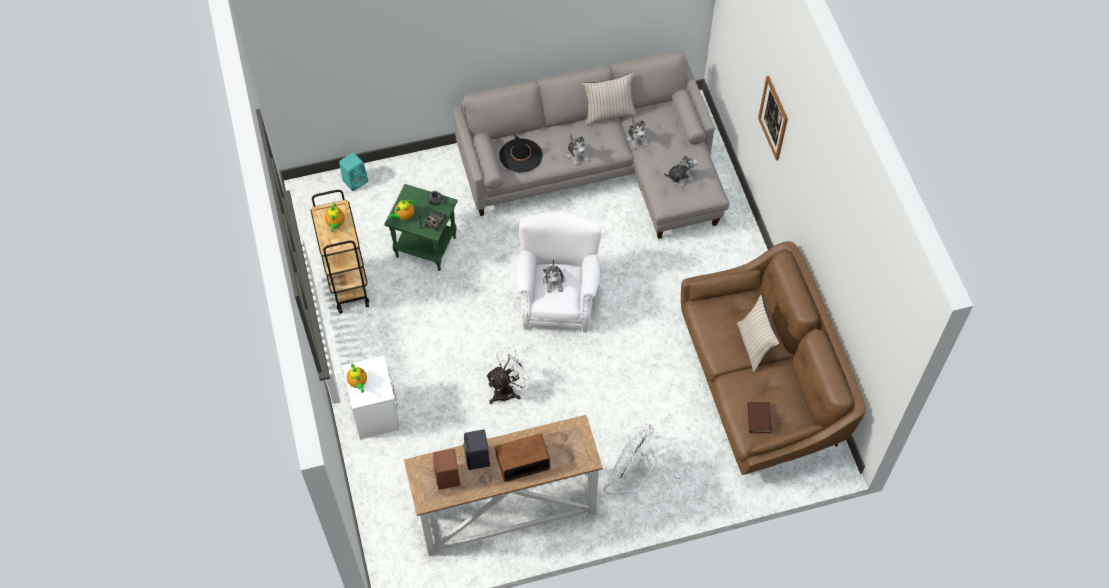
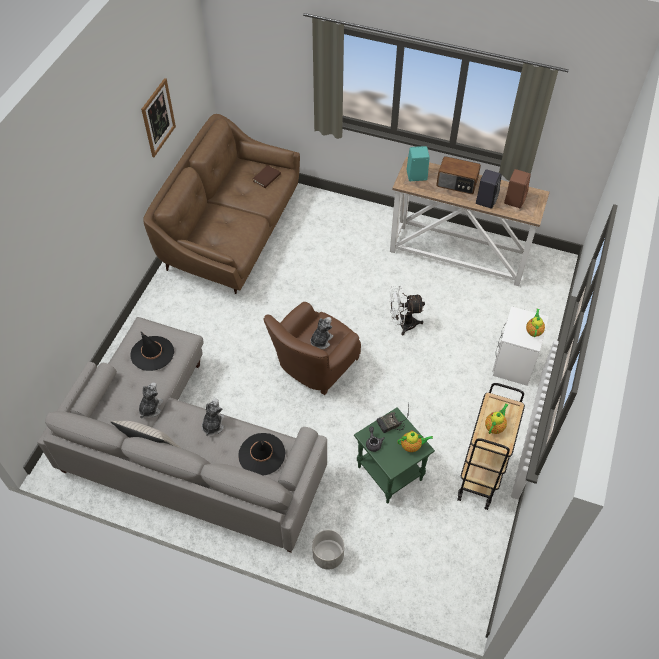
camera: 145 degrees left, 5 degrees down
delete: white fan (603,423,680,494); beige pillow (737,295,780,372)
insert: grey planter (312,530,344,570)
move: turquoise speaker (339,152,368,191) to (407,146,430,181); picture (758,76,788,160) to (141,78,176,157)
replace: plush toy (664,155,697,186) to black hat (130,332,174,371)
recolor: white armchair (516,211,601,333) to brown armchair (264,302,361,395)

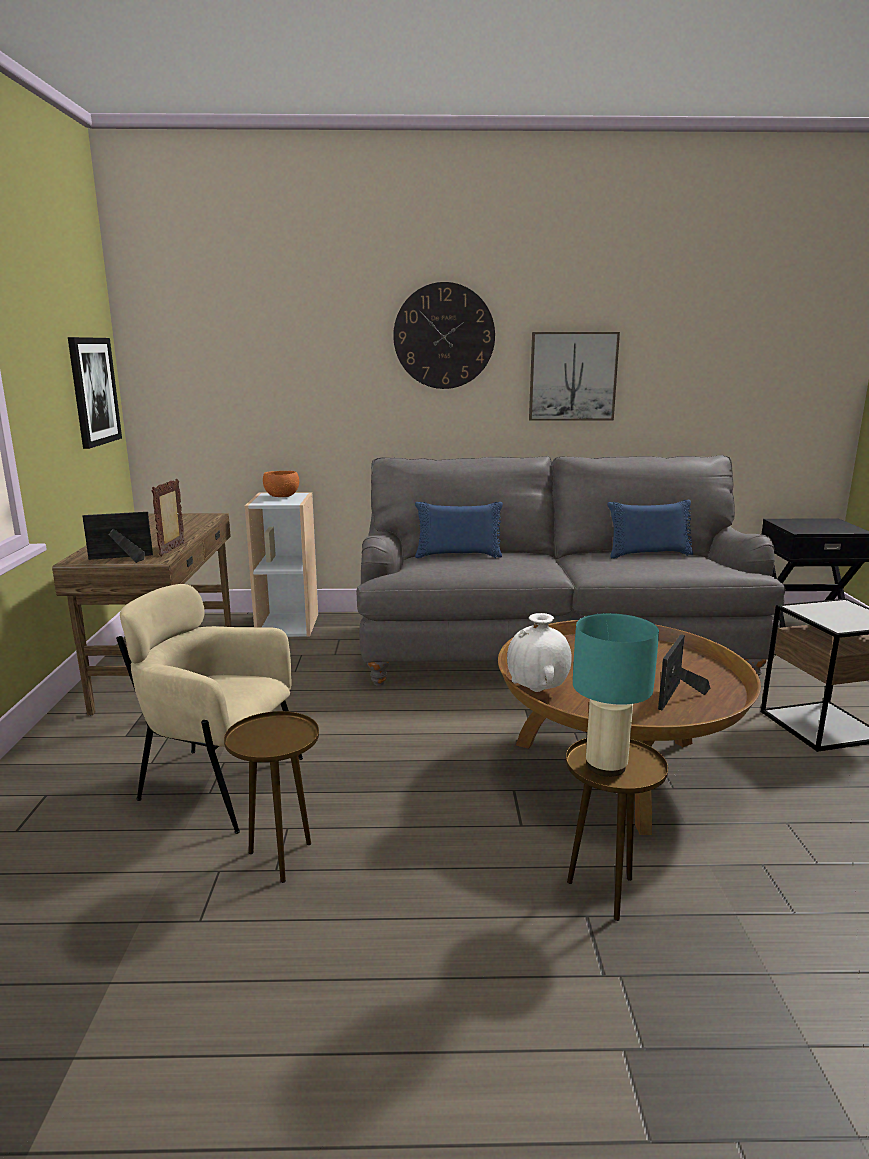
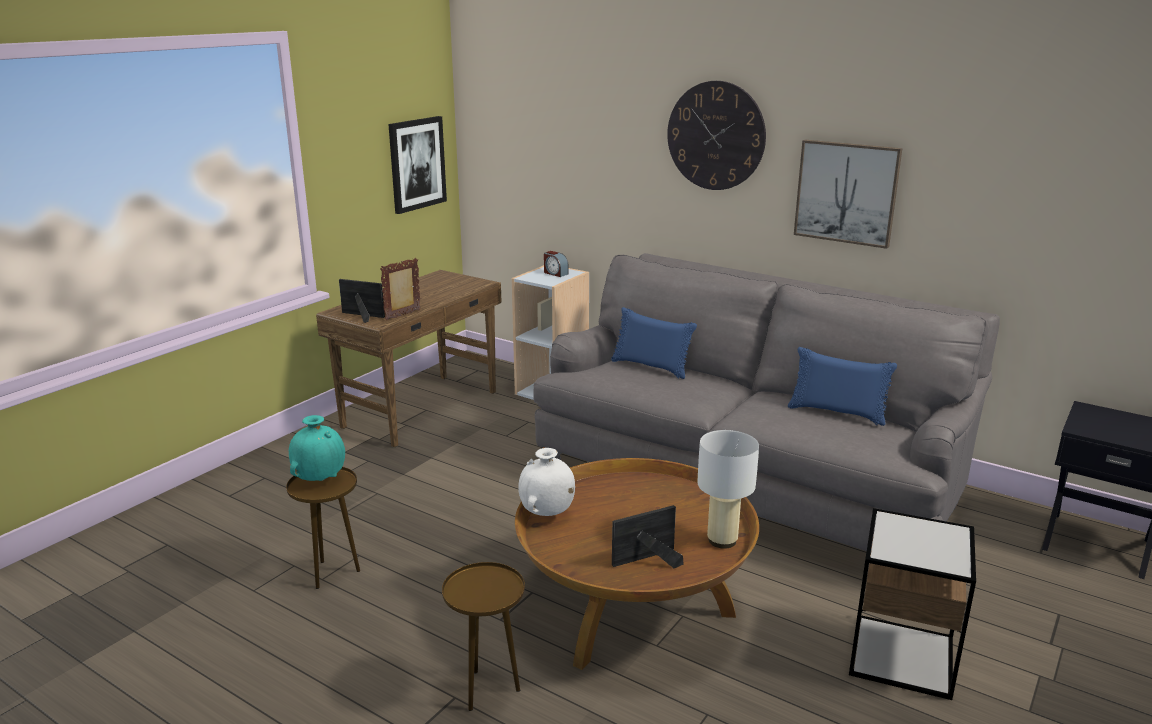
camera: 35 degrees right, 5 degrees up
delete: beige armchair (116,584,303,834); turquoise table lamp (573,613,659,777)
insert: turquoise vase (289,415,345,481); white table lamp (698,430,759,549)
replace: orange bowl (263,471,299,497) to alarm clock (544,251,569,277)

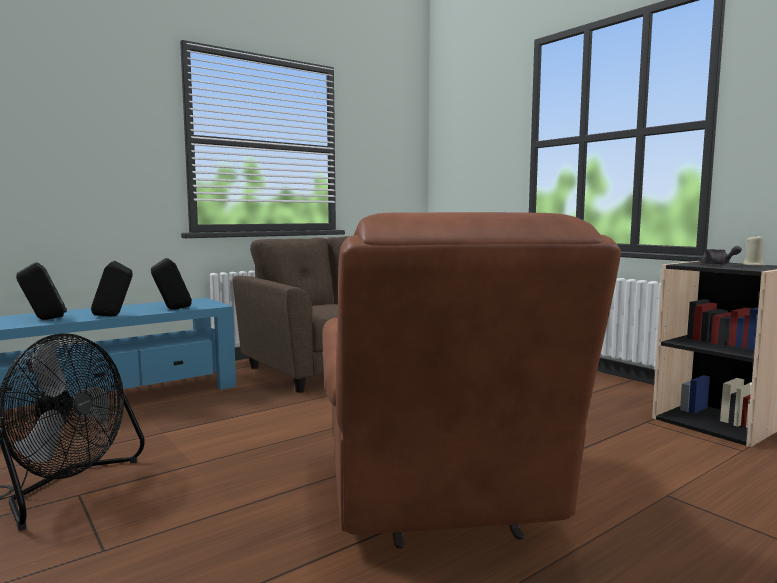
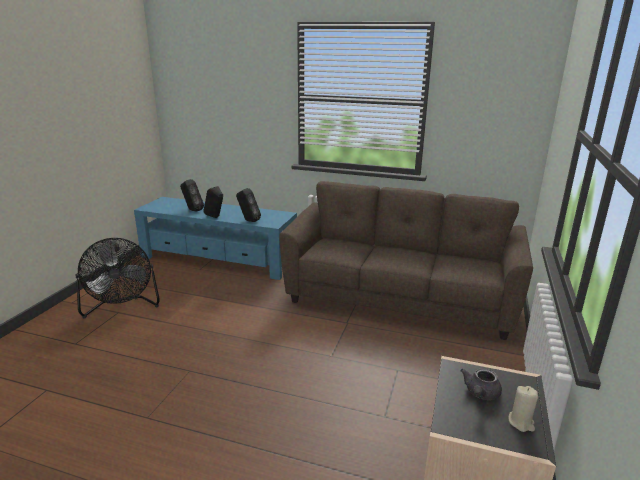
camera: 55 degrees right, 15 degrees up
delete: brown armchair (322,212,621,549)

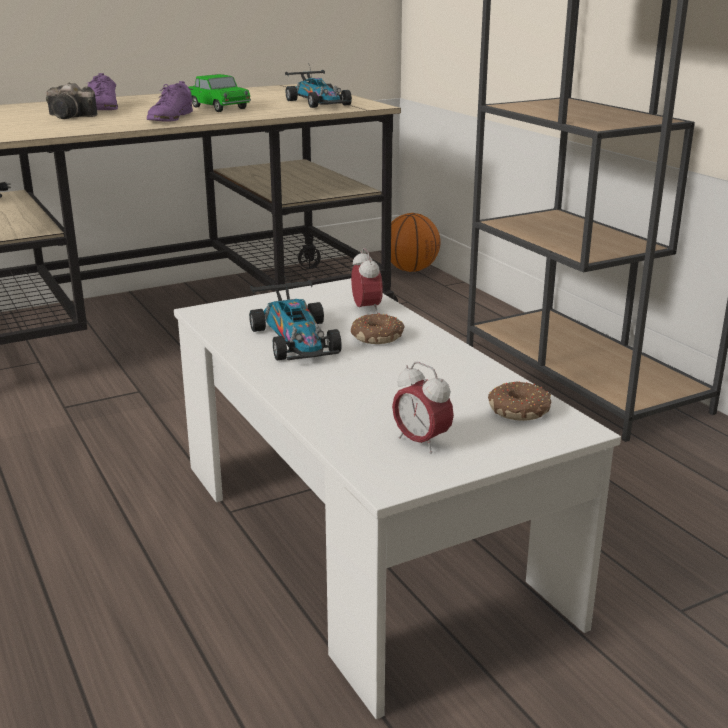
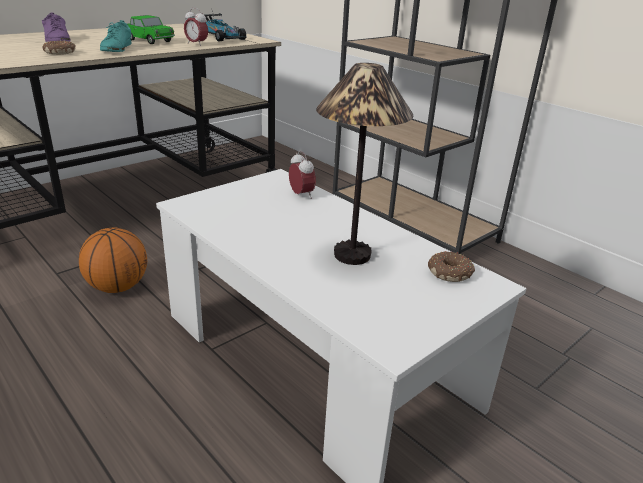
camera: 15 degrees left, 5 degrees up
delete: photo camera (46,83,98,119); toy car (249,276,342,360)
insert: table lamp (316,63,414,265)
move: donut (351,313,405,344) to (42,40,75,55); basketball (391,213,441,272) to (79,227,147,293); alarm clock (392,362,454,454) to (184,8,208,46)
recolor: purple shoe (147,81,193,122) to turquoise shoe (100,20,132,52)

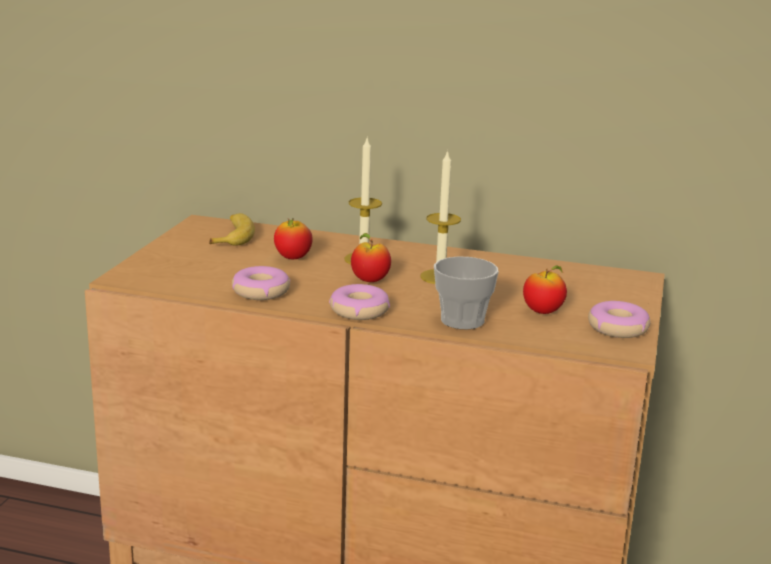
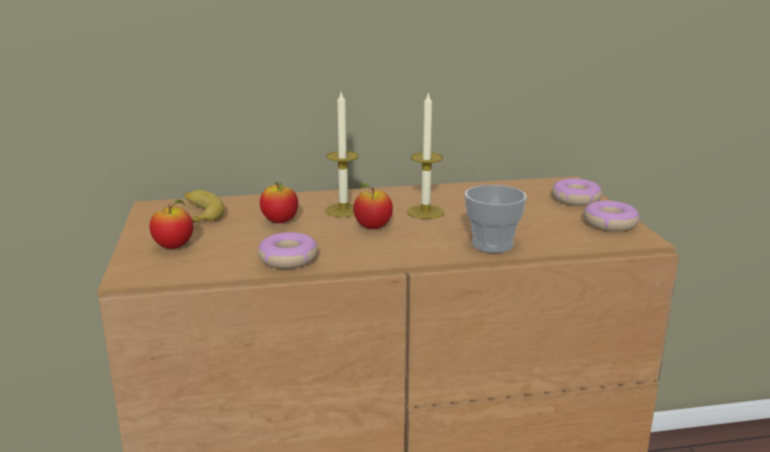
camera: 25 degrees left, 0 degrees up
move: donut (329,284,390,320) to (552,178,602,206); apple (523,265,567,314) to (150,200,194,249)

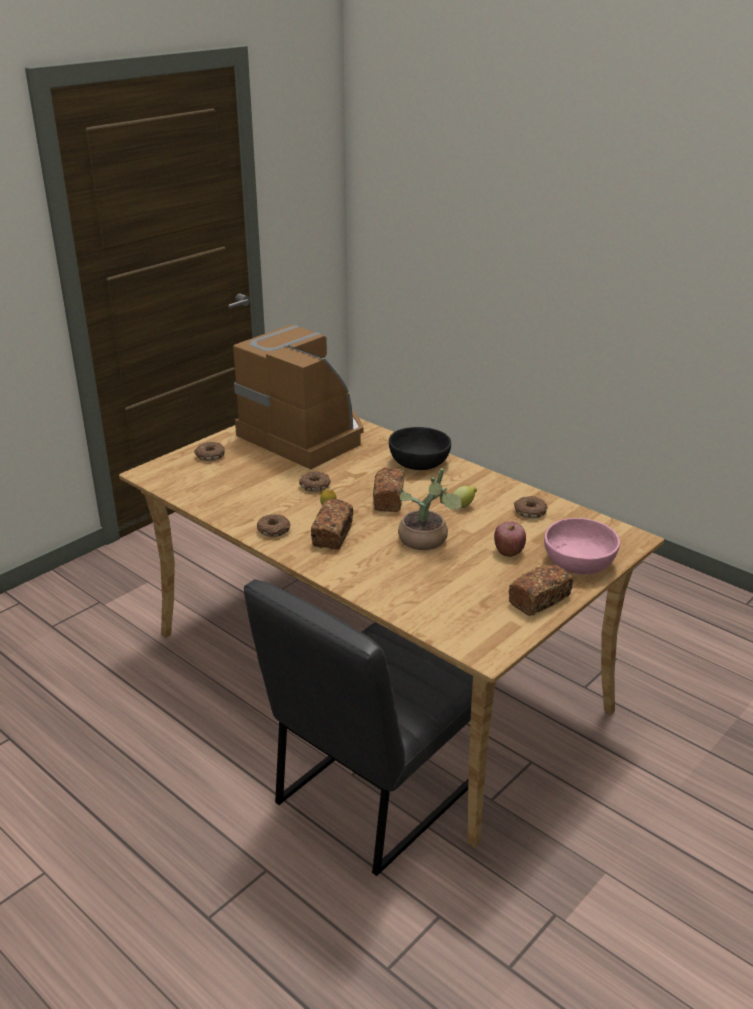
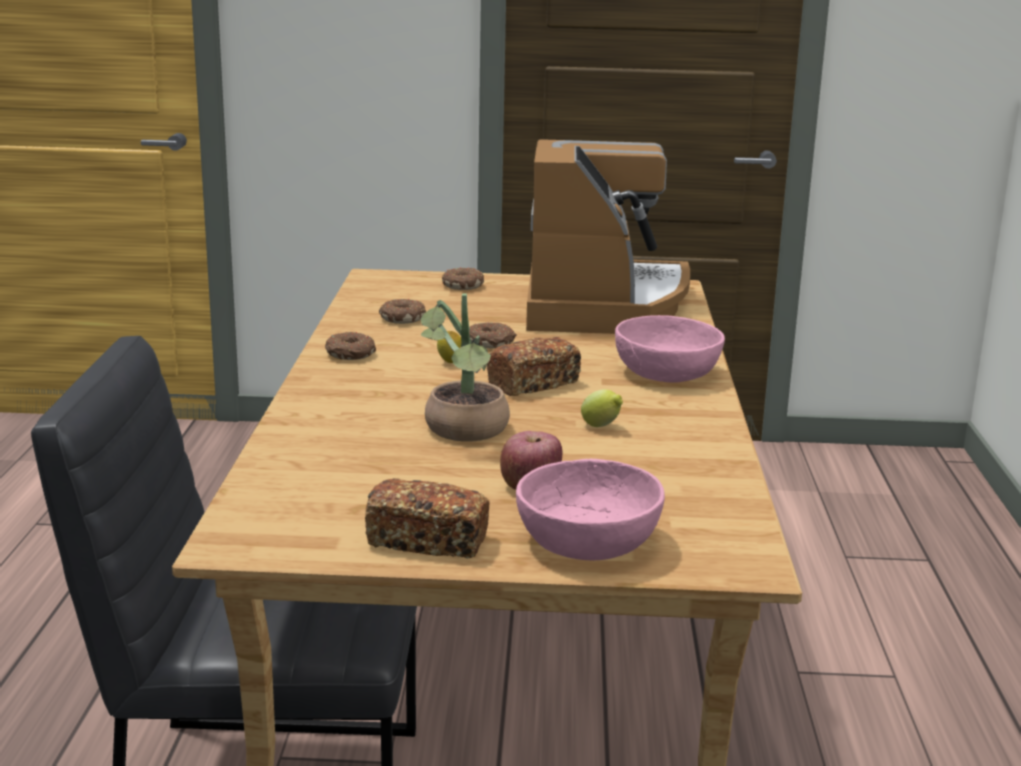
camera: 50 degrees right, 10 degrees down
delete: bread (311,499,353,550)
move: donut (514,496,548,518) to (379,299,426,324)
recolor: black bowl (389,427,451,470) to pink bowl (615,315,725,383)

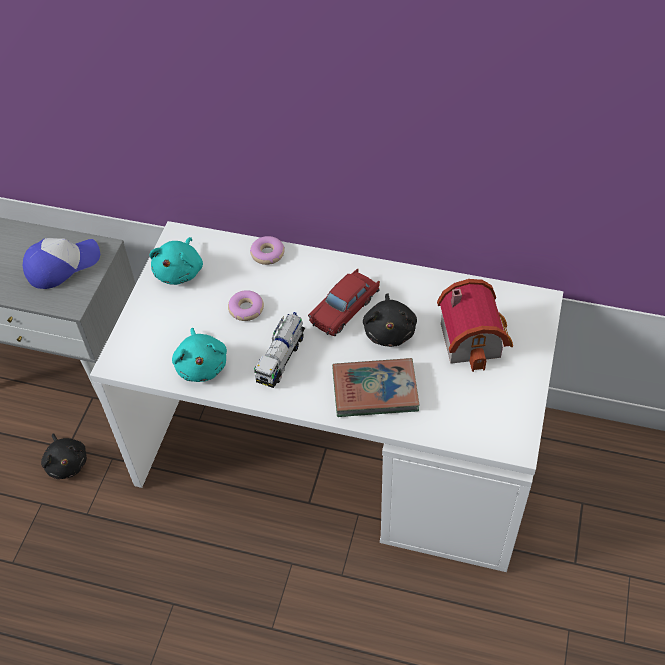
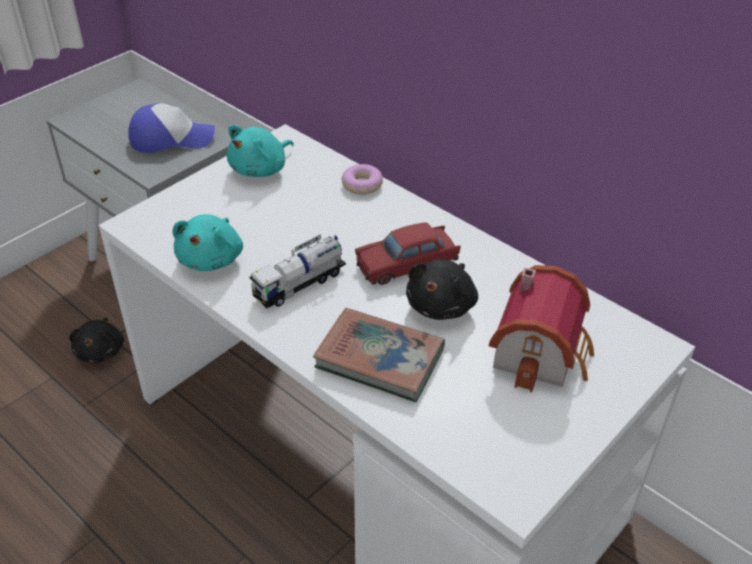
camera: 25 degrees right, 10 degrees down
delete: donut (228,290,264,321)

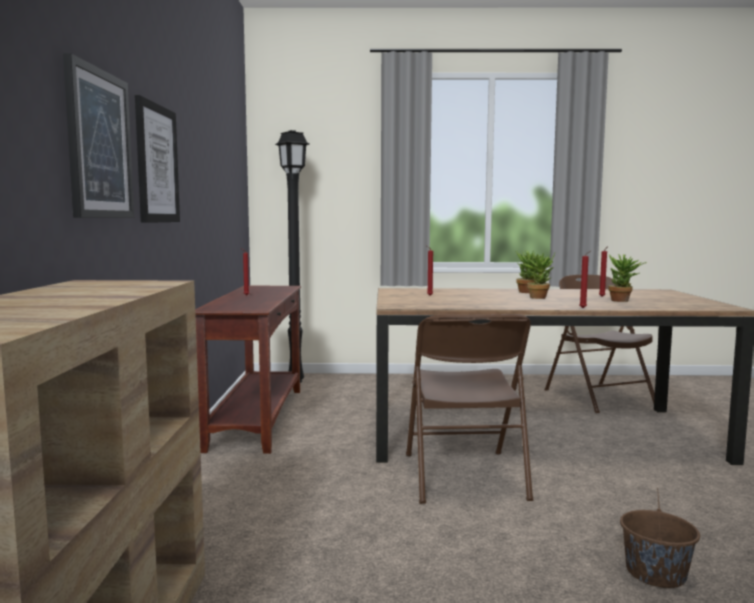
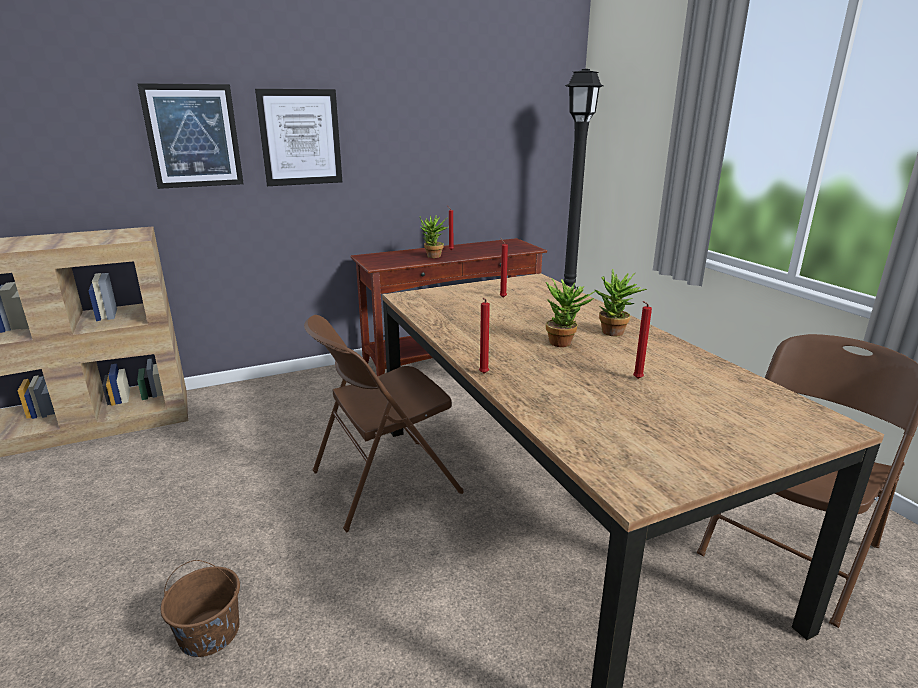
camera: 65 degrees right, 15 degrees up
move: potted plant (609,254,646,302) to (420,215,448,258)

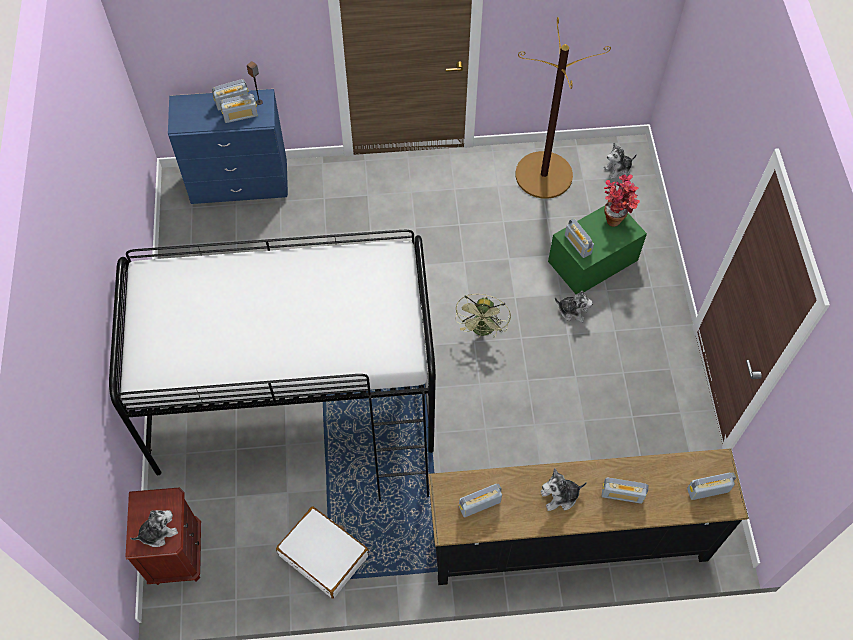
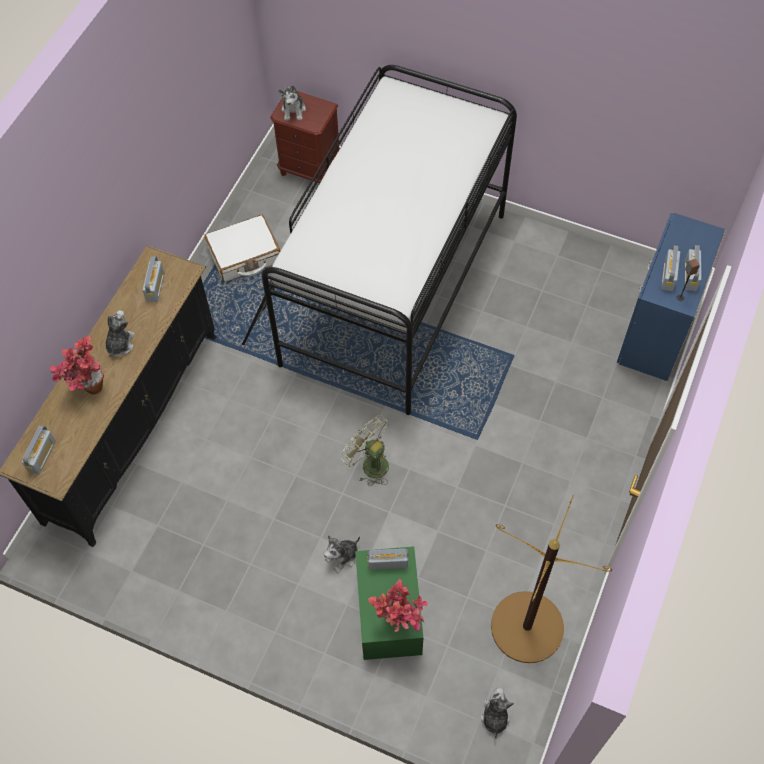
camera: 120 degrees right, 0 degrees up
replace: radio (602,477,649,504) to potted plant (50,336,104,394)

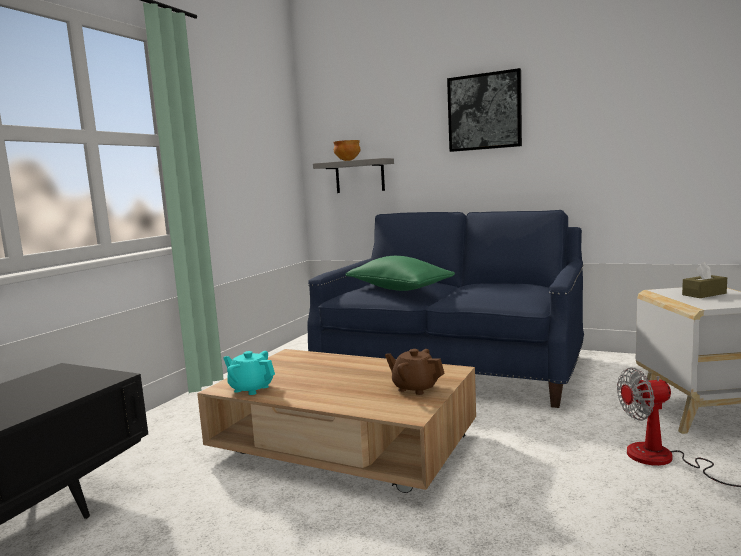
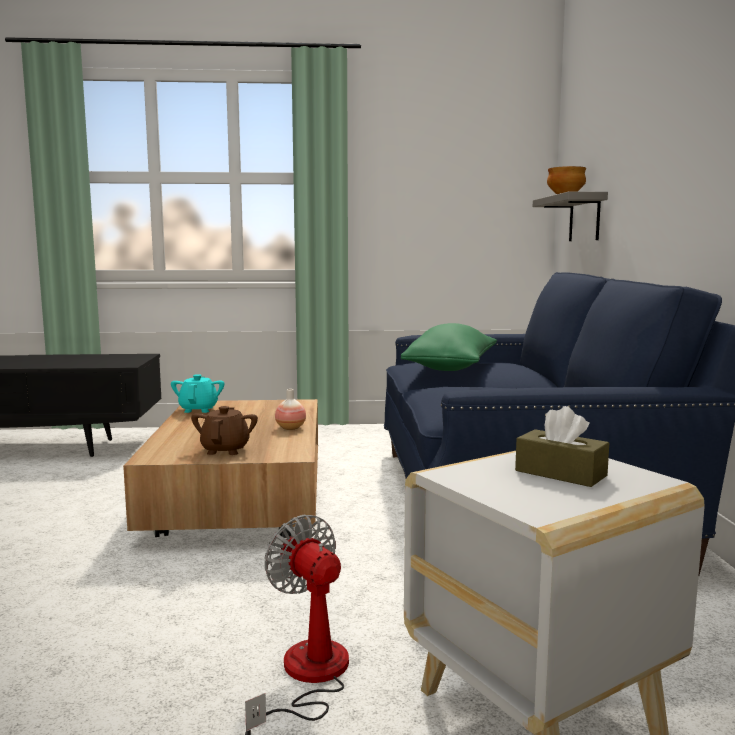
camera: 60 degrees right, 0 degrees up
delete: picture (447,68,522,152)
insert: vase (275,389,306,430)

